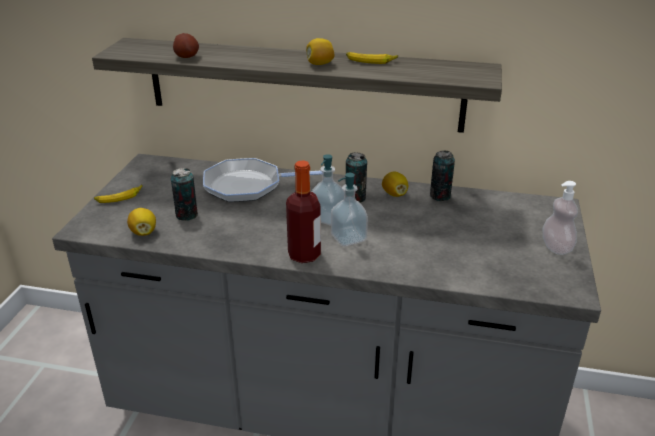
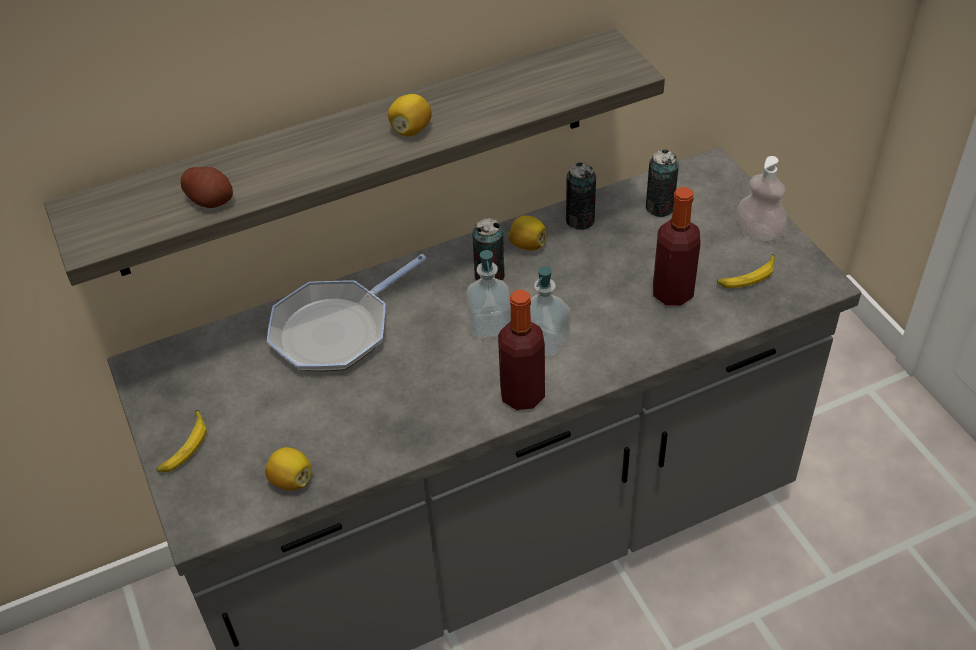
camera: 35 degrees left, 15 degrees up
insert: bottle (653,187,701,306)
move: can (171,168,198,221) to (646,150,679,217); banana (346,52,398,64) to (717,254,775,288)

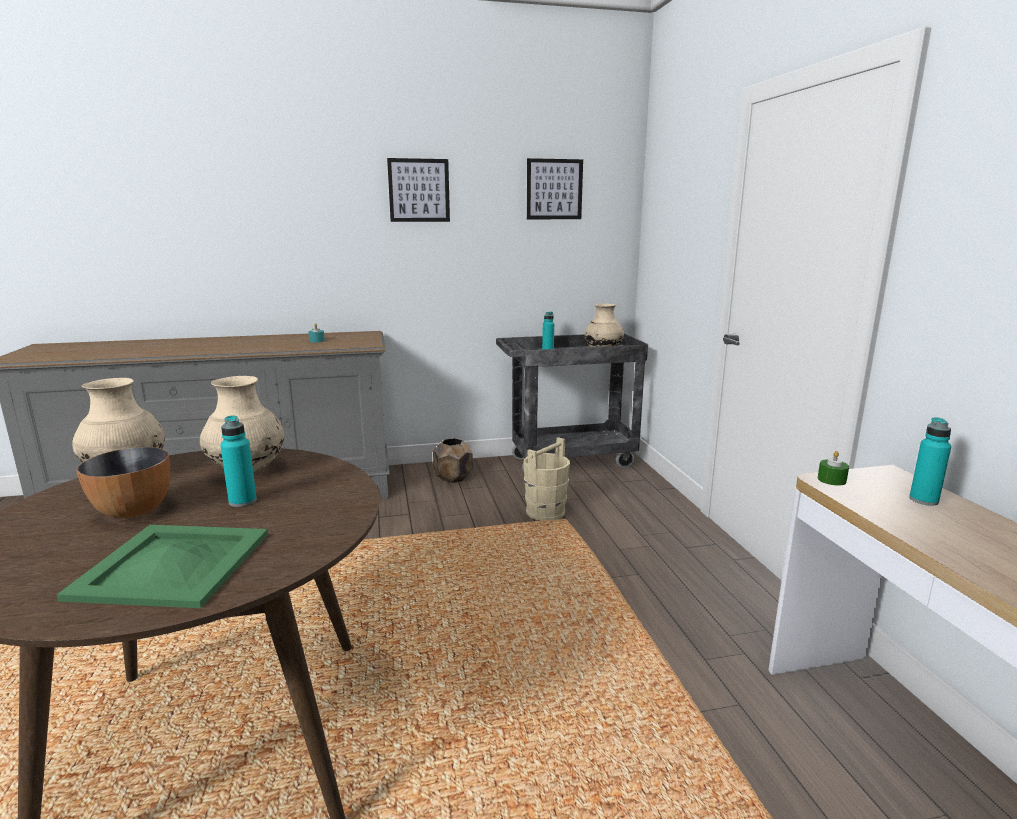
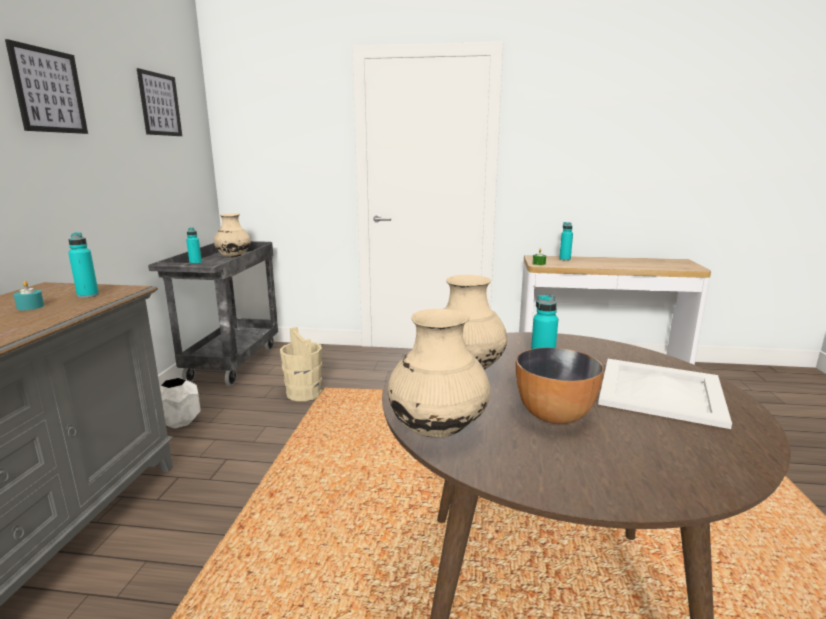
camera: 70 degrees left, 0 degrees up
insert: turquoise bottle (68,232,99,298)
recolor: green tray (57,525,268,608) to white tray (598,359,732,429); brown planter (433,438,473,483) to white planter (160,378,201,429)

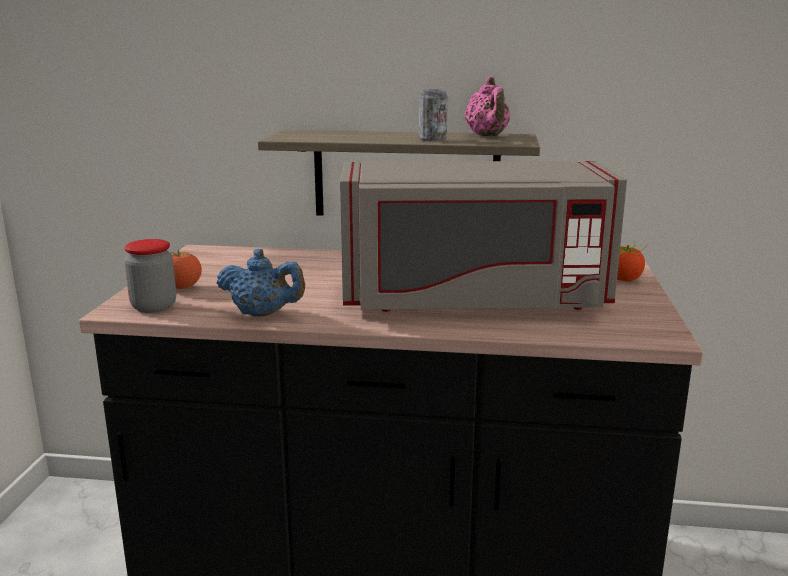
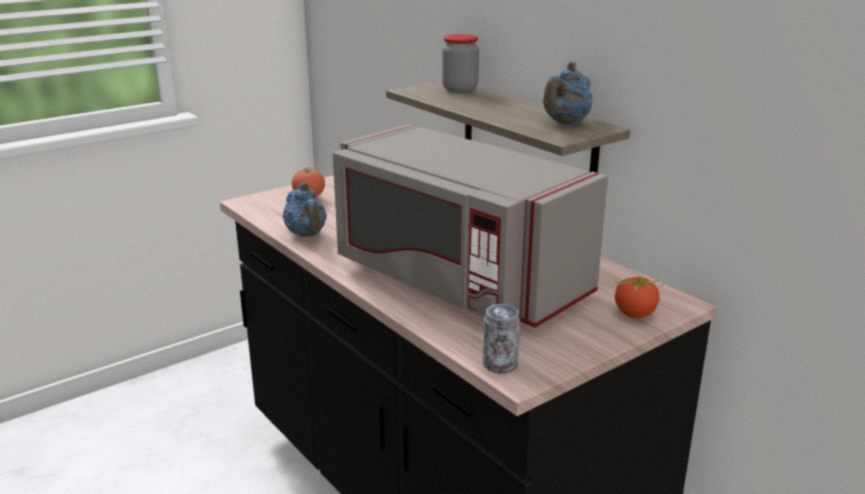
camera: 45 degrees right, 5 degrees up
move: jar (124,239,176,313) to (442,34,479,93); can (419,89,448,141) to (483,304,520,374)
recolor: pink teapot (464,77,510,136) to blue teapot (543,62,593,124)

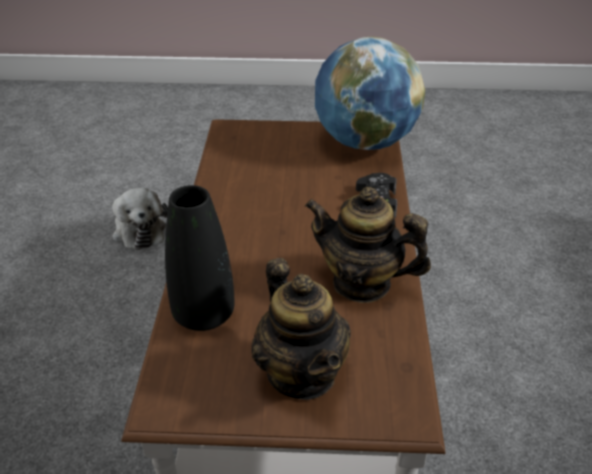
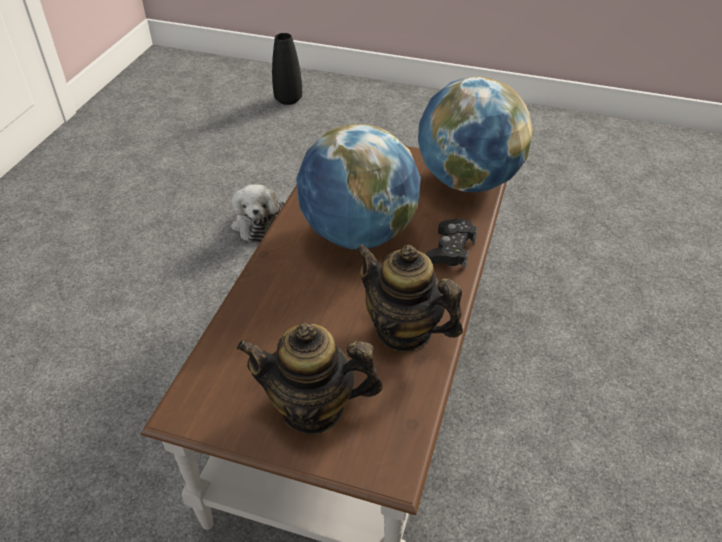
camera: 15 degrees right, 5 degrees up
insert: globe (296,124,421,249)
move: black vase (165,185,235,331) to (272,33,302,105)
rotate: teapot (251,258,351,400) = (237,323,383,434) 105 degrees clockwise

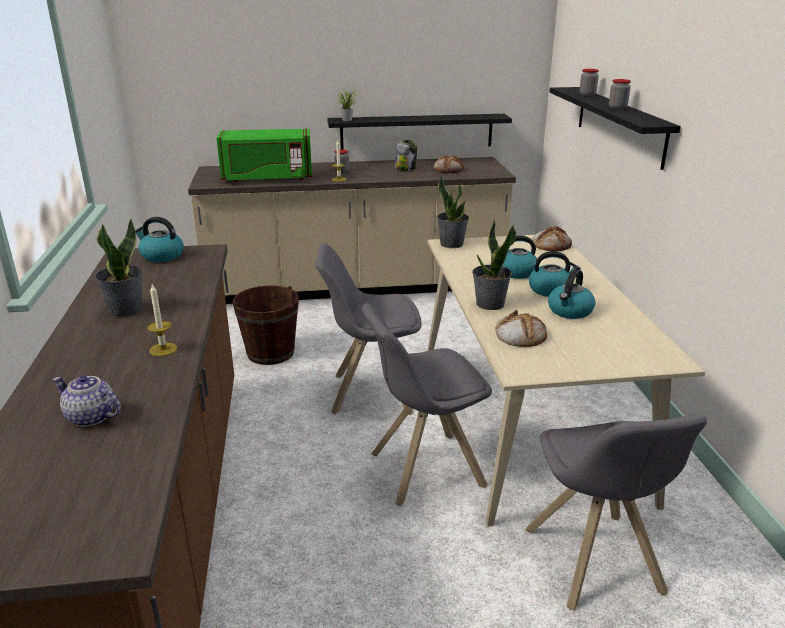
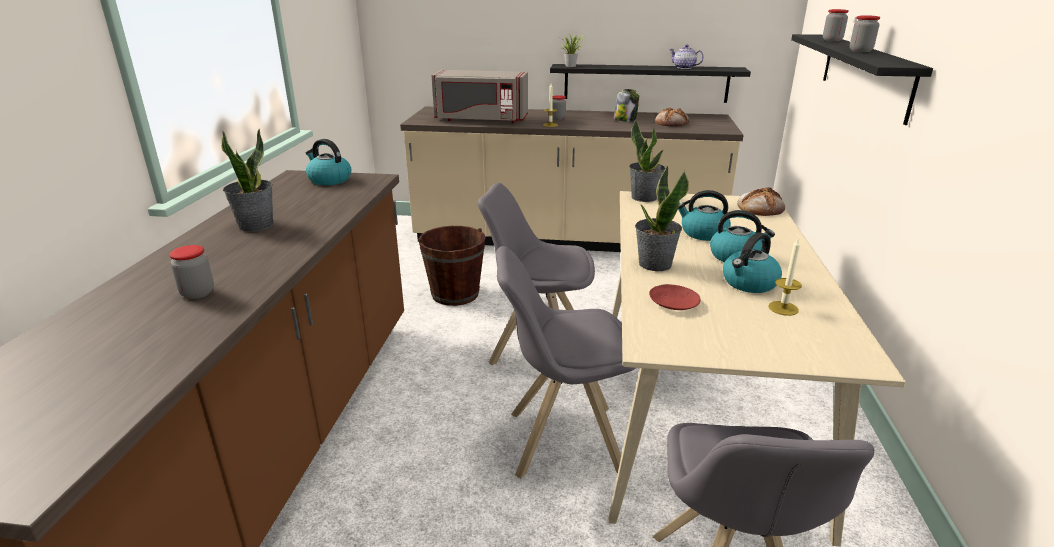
camera: 15 degrees right, 0 degrees up
insert: jar (169,245,214,299)
move: teapot (52,375,121,427) to (669,45,704,69); candle (147,284,177,356) to (768,239,802,316)
replace: bread (495,310,547,347) to red plate (649,284,701,310)
recolor: green microwave (216,129,312,182) to grey microwave (431,70,528,123)

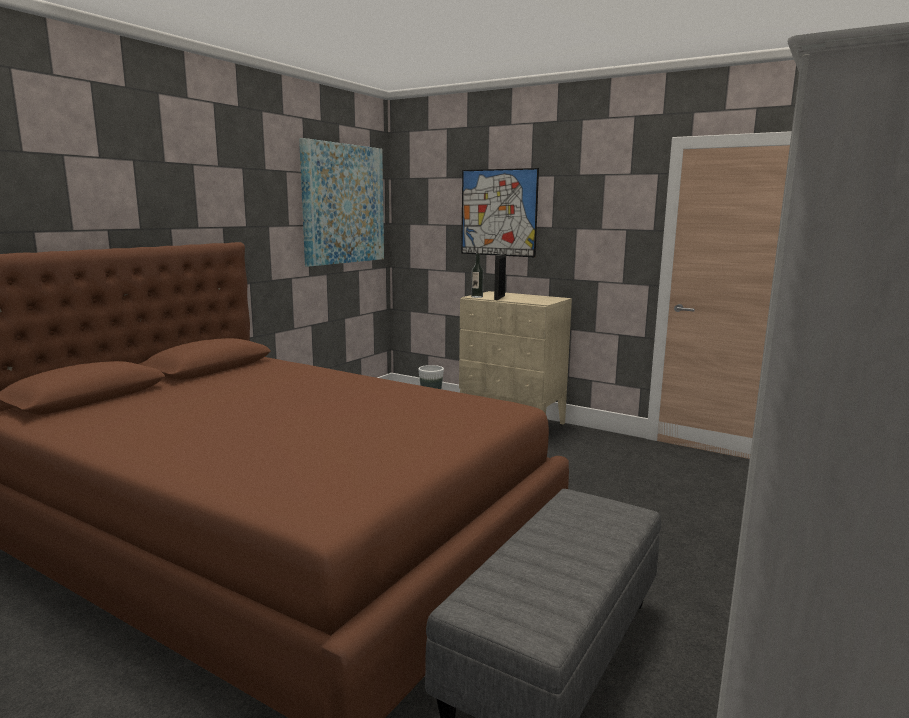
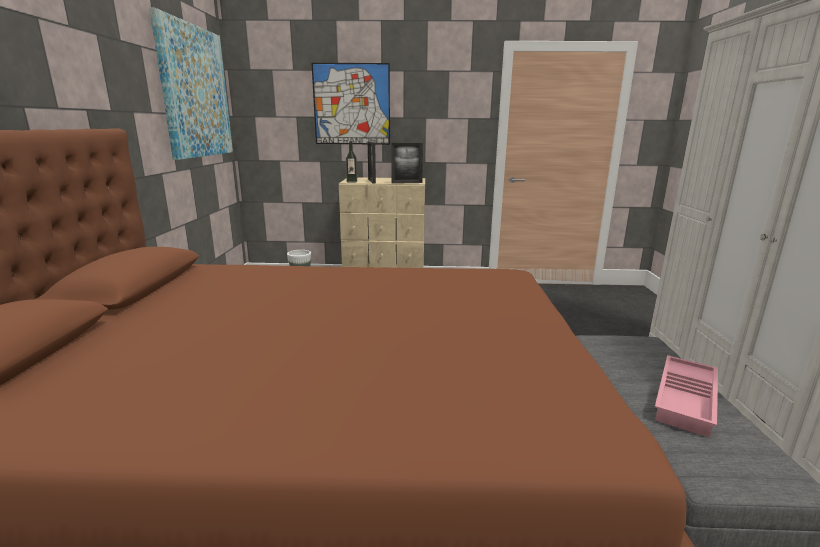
camera: 30 degrees left, 5 degrees up
insert: picture frame (391,143,423,184); pink tray (655,355,718,438)

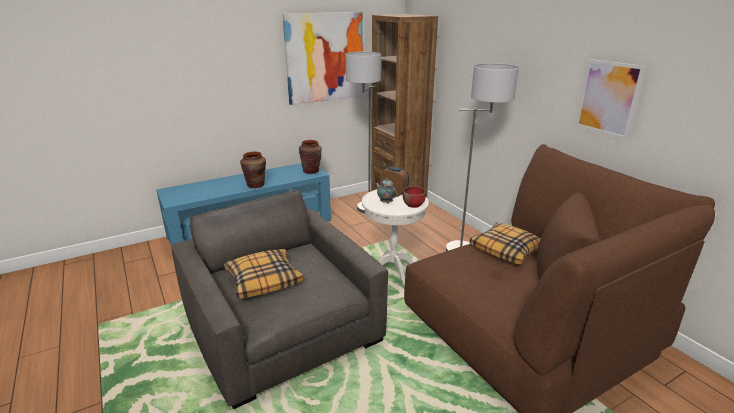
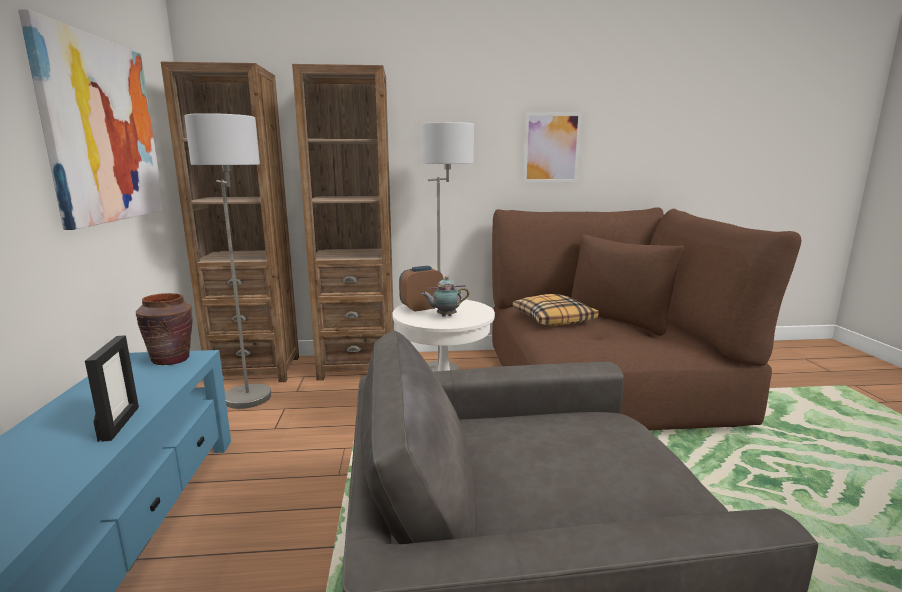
camera: 65 degrees left, 10 degrees down
delete: pillow (224,249,303,298); red bowl (403,186,426,208)
insert: brown bookcase (292,64,394,381)
replace: brown vase (240,152,266,188) to picture frame (85,335,139,442)

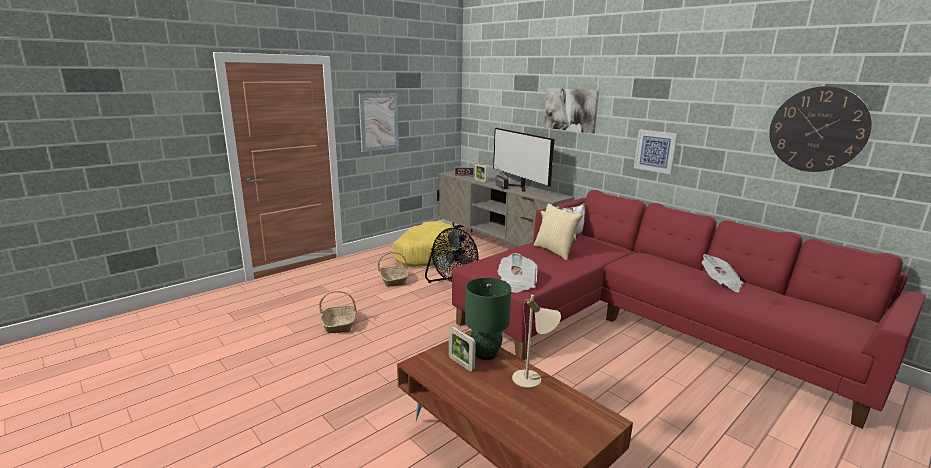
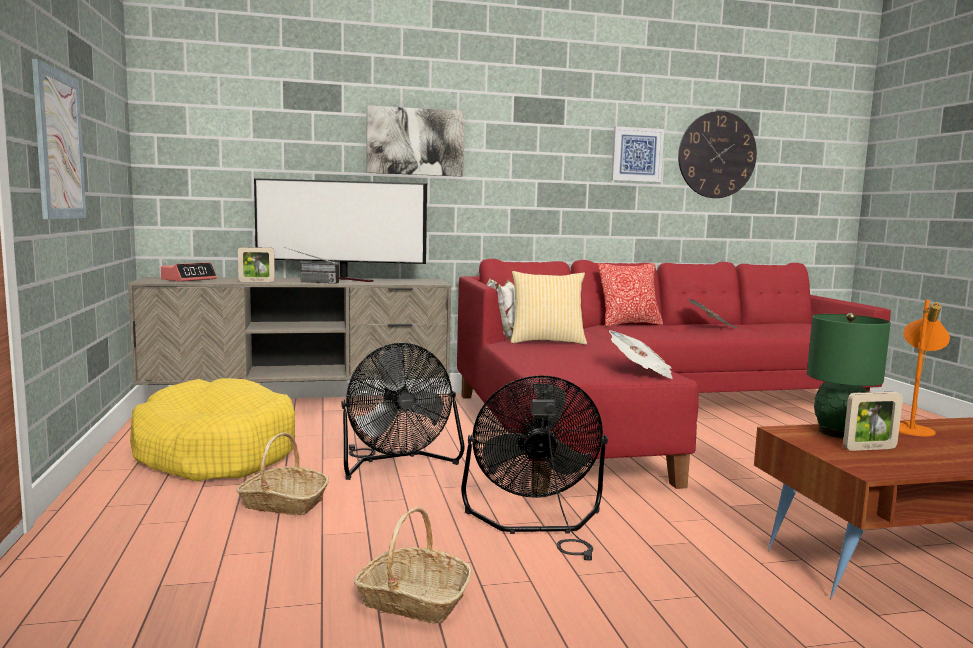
camera: 60 degrees left, 10 degrees down
insert: black fan (461,375,608,561); pillow (598,263,663,327)
move: picture (634,130,678,174) to (611,126,664,182)
recolor: beige table lamp (512,295,561,388) to orange table lamp (899,300,950,436)

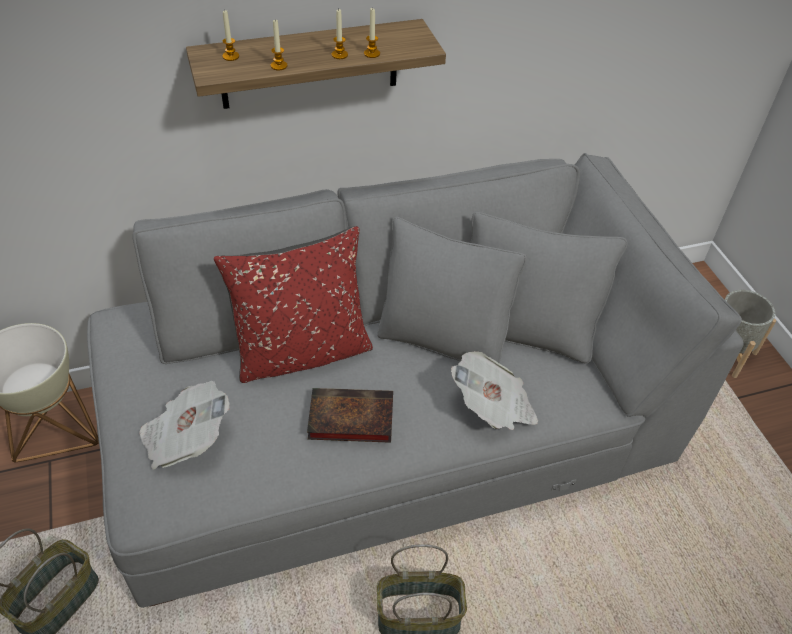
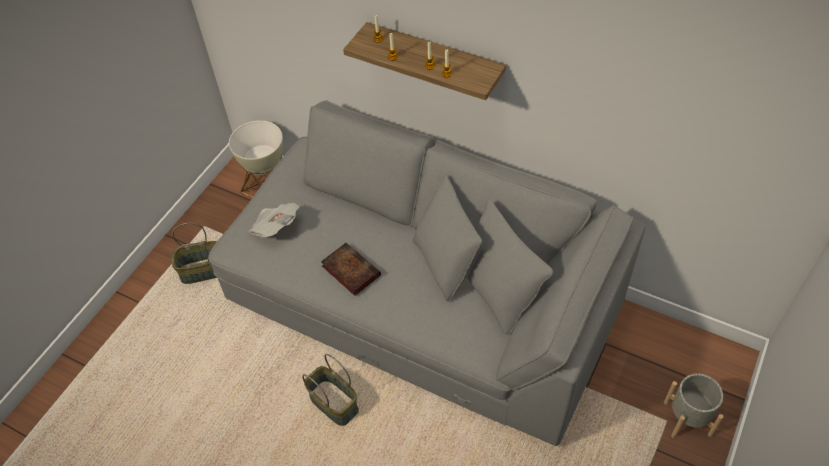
camera: 50 degrees right, 5 degrees up
delete: red pillow (214,226,373,383); newspaper (451,351,539,430)

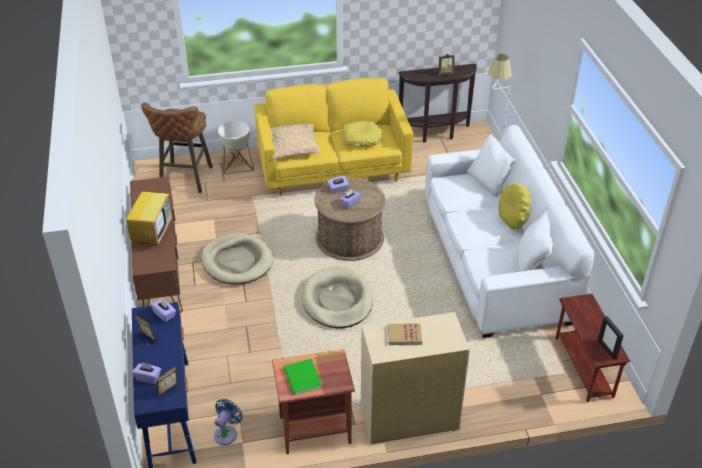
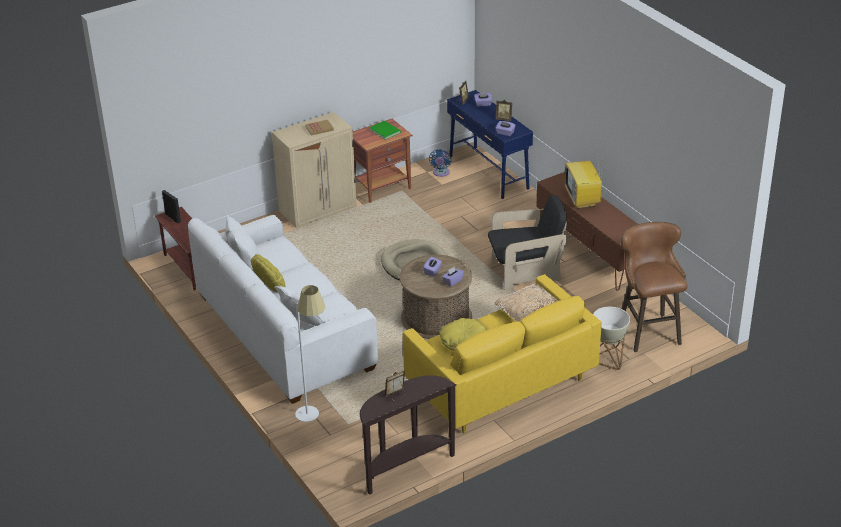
camera: 160 degrees right, 5 degrees down
replace: beige dog bed (201,233,273,284) to black armchair (488,195,567,290)

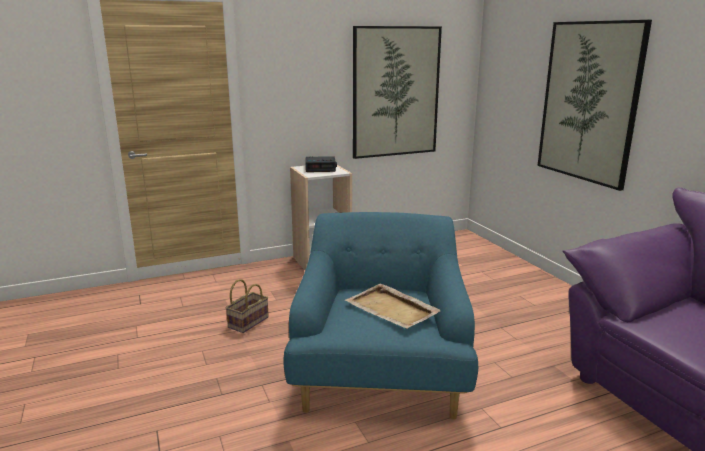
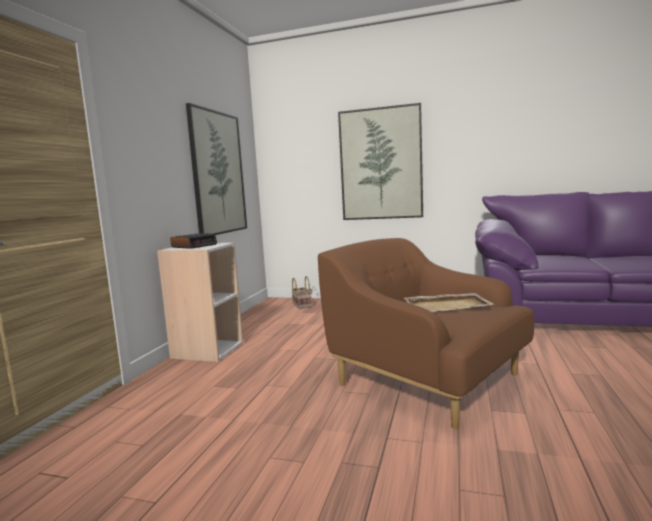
camera: 50 degrees left, 10 degrees down
move: basket (225,279,269,333) to (291,276,312,309)
recolor: blue armchair (283,212,478,420) to brown armchair (318,238,534,429)

